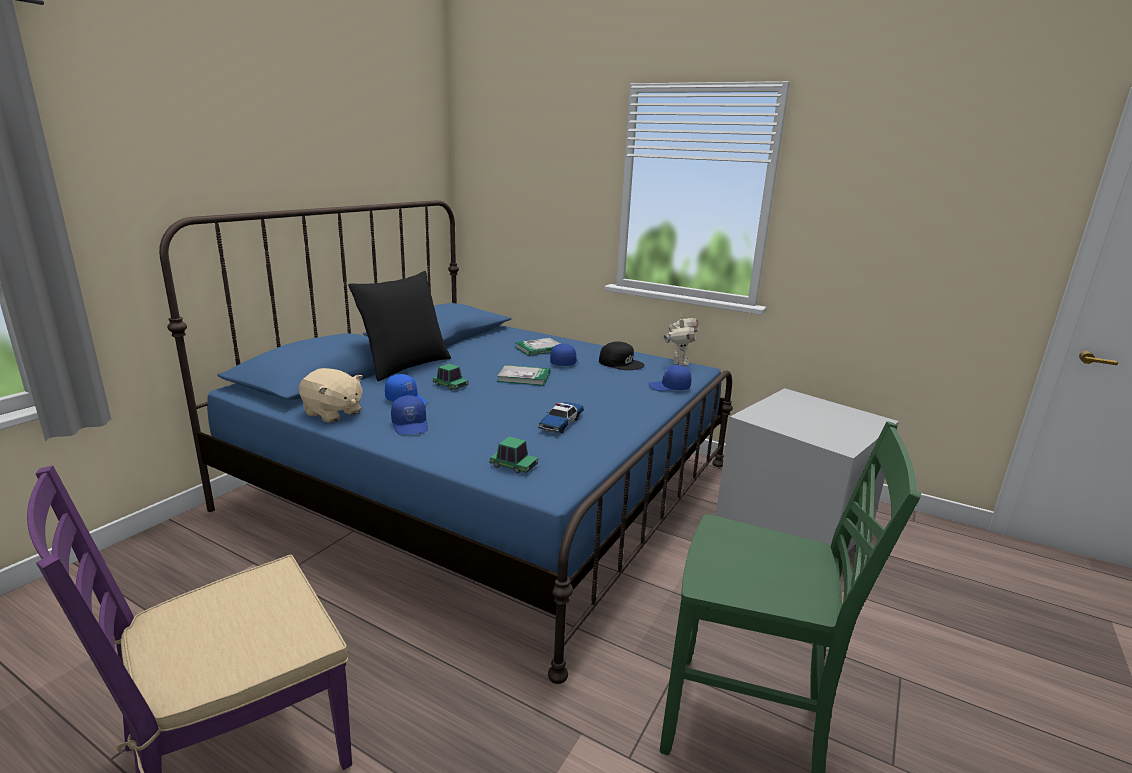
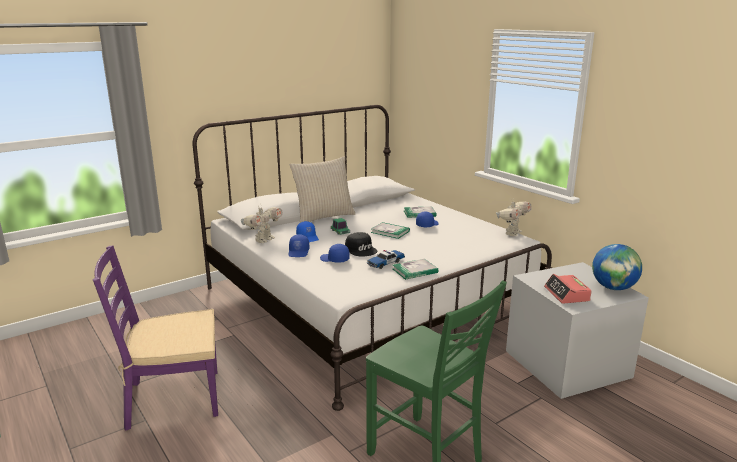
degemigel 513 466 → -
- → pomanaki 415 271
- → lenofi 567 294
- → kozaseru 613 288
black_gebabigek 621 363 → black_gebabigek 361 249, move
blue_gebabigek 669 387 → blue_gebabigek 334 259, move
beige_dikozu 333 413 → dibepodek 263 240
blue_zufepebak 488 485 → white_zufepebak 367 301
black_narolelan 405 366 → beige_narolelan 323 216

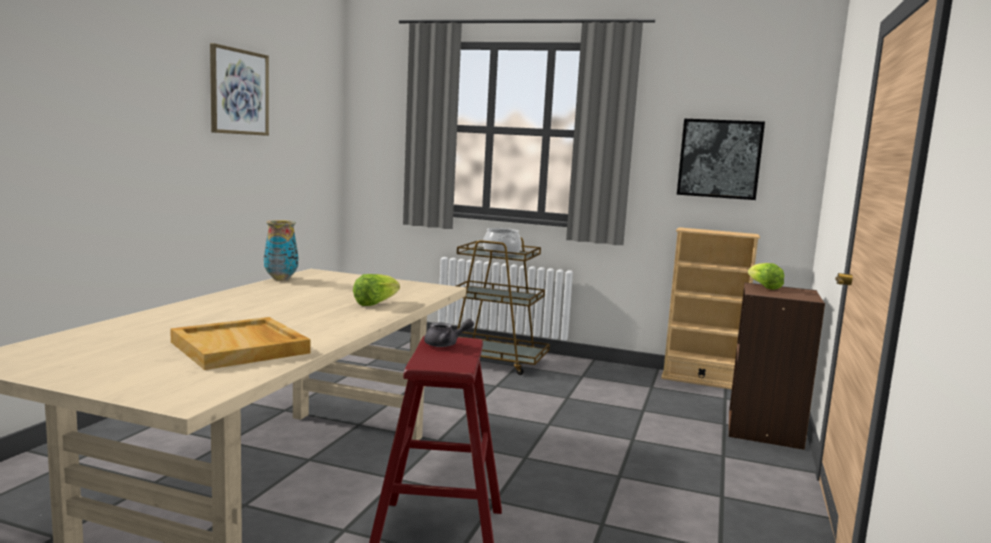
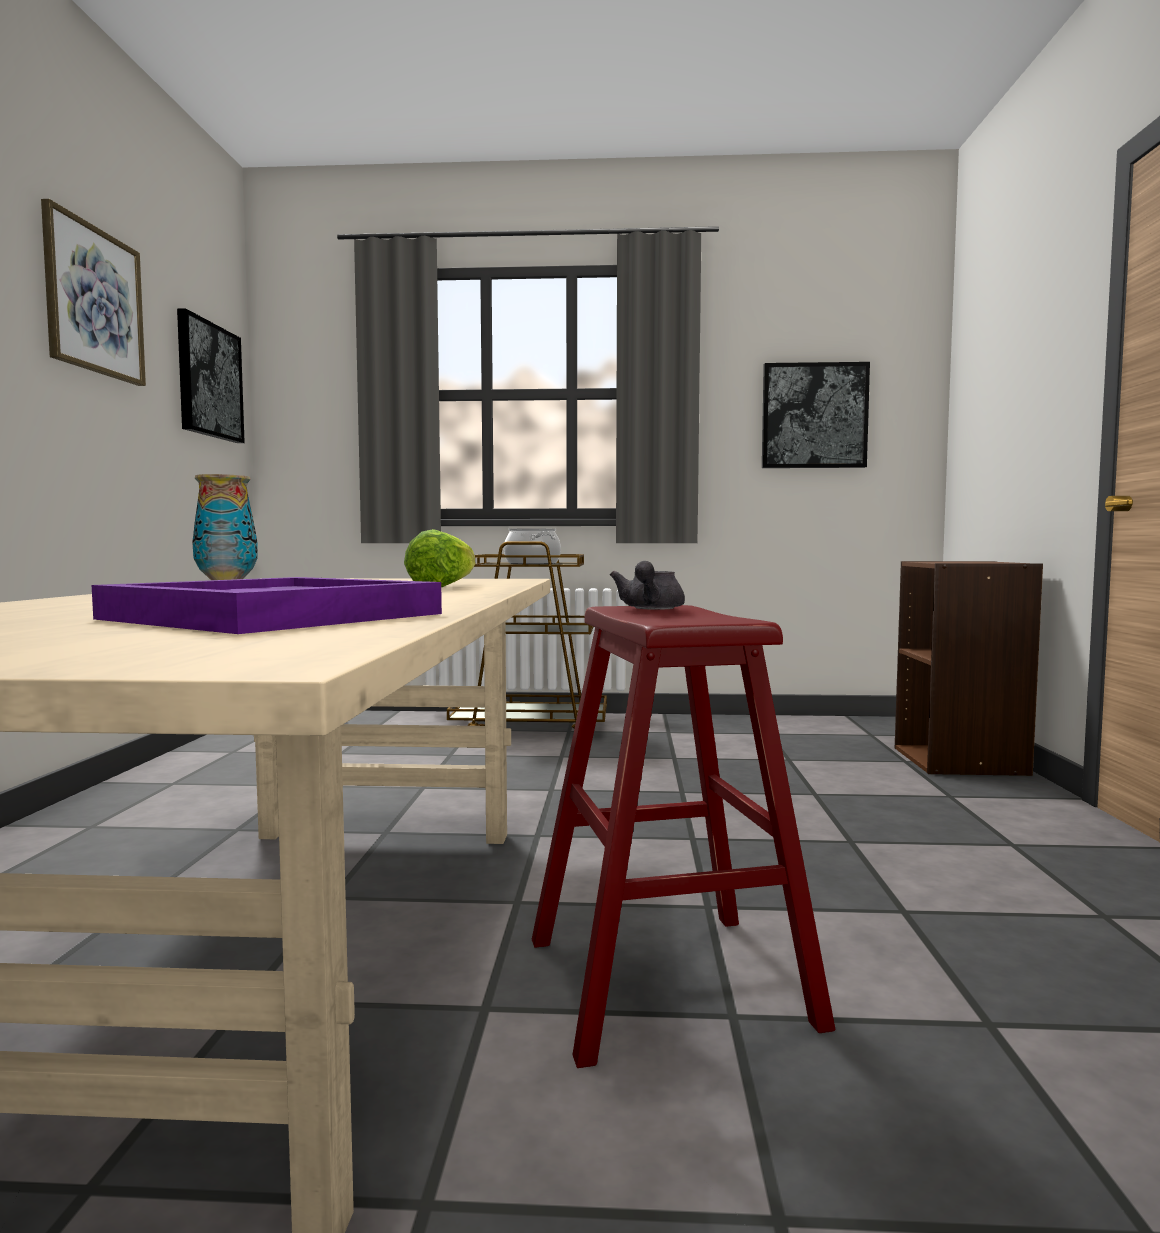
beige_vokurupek 701 381 → -
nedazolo 763 287 → -
- → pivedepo 209 380
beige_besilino 241 347 → purple_besilino 277 616
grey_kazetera 446 344 → grey_kazetera 650 609, 135 degrees clockwise

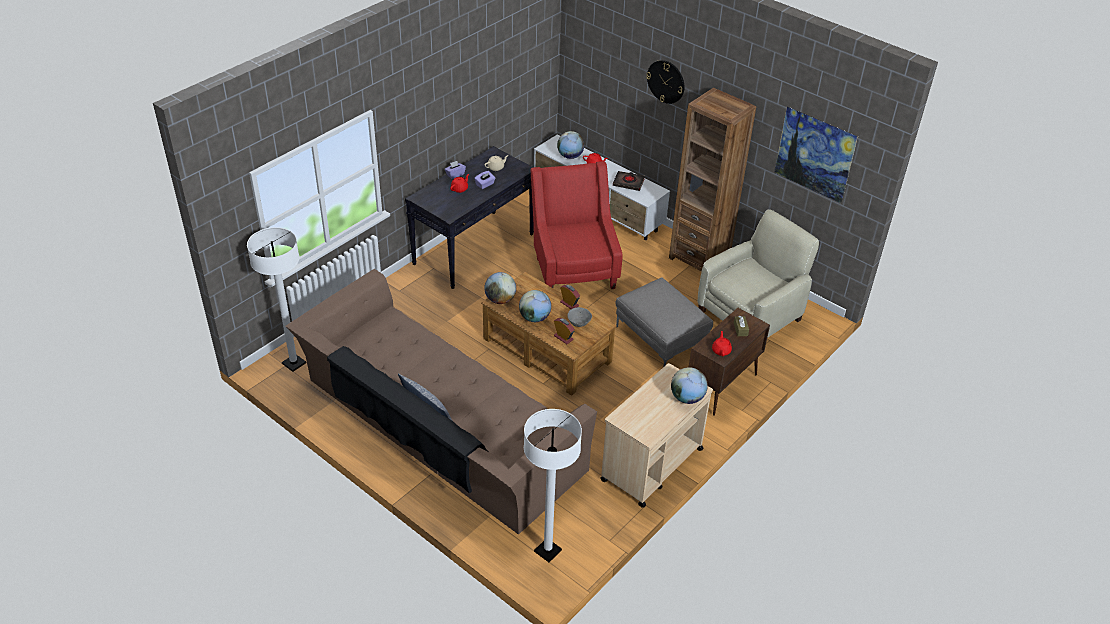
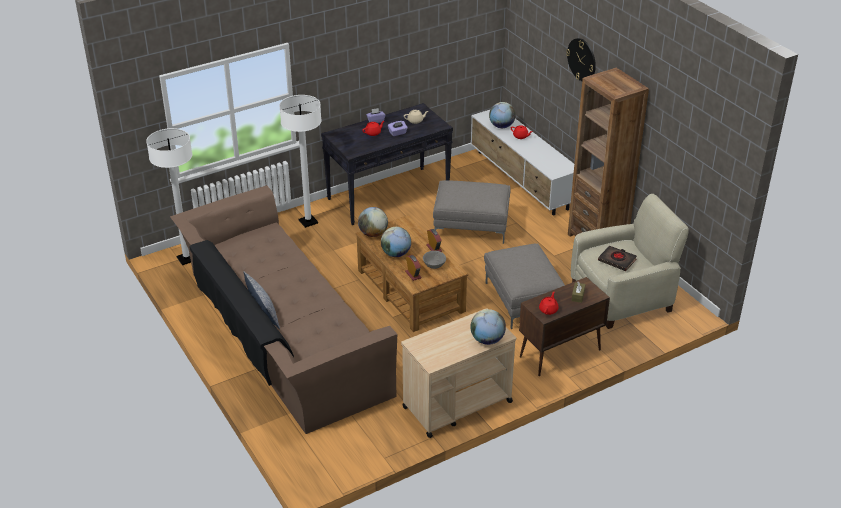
pivedepo 810 171 → -
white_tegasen 547 551 → white_tegasen 308 222, move
black_pomanaki 628 183 → black_pomanaki 617 260, move
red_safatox 573 267 → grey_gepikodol 472 226

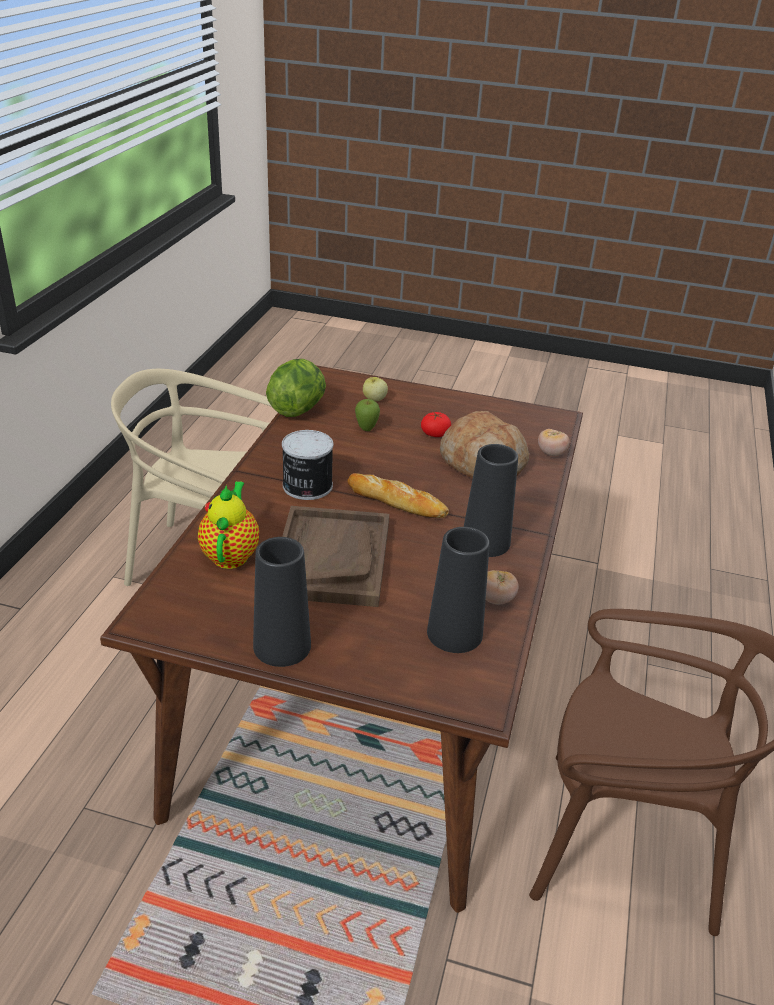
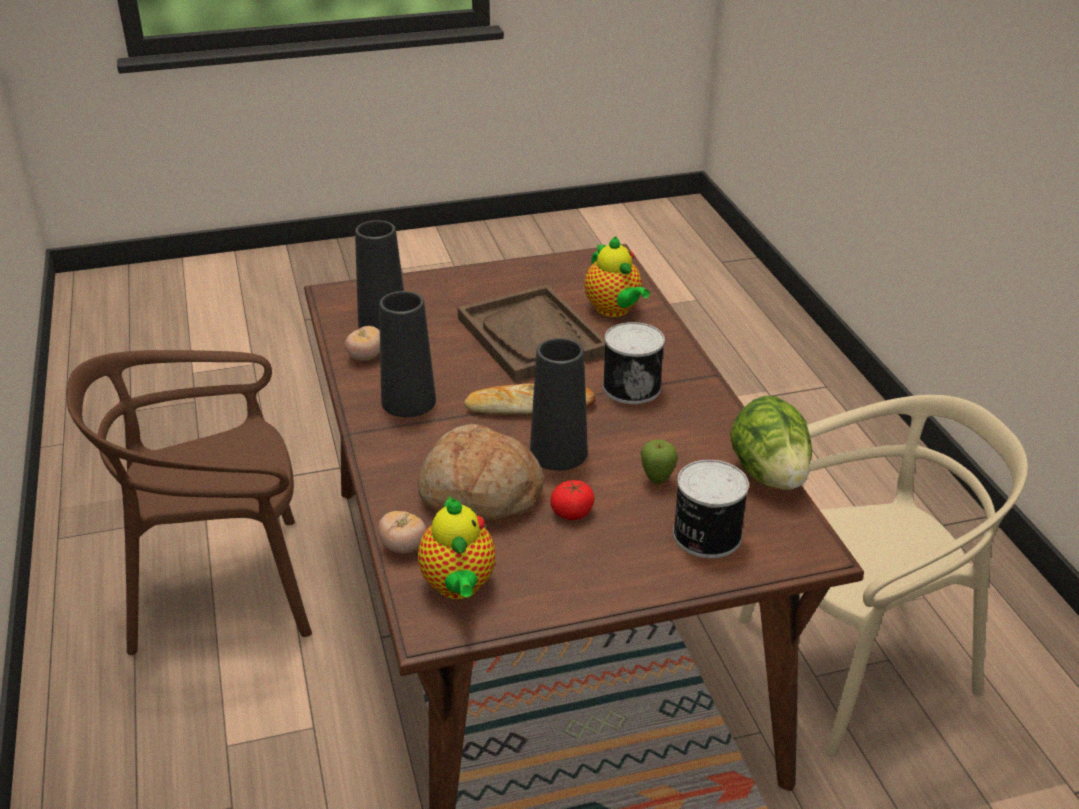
- → kazetera 458 587
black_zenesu 282 646 → black_zenesu 558 452, move
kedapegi 374 399 → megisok 705 535

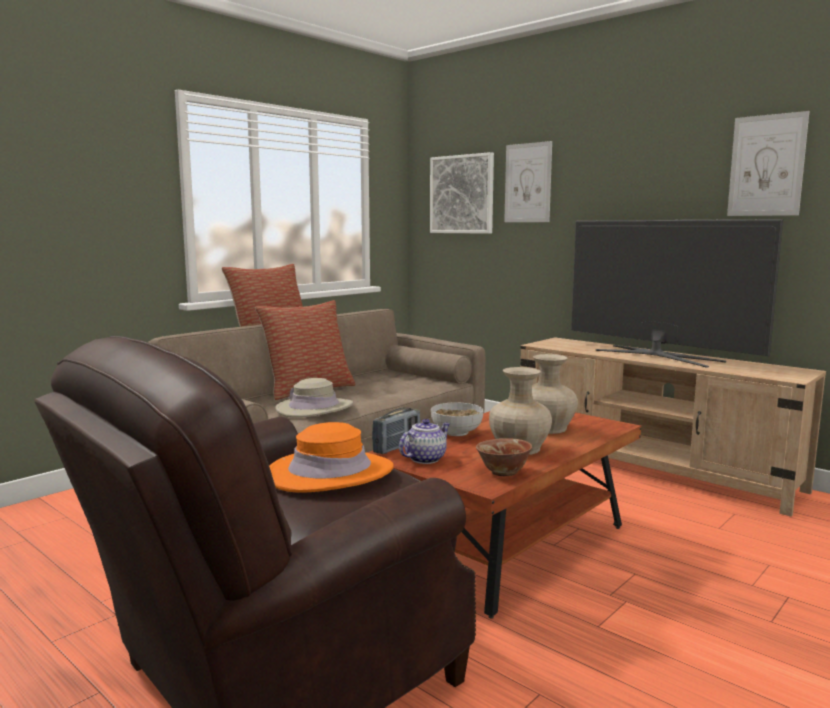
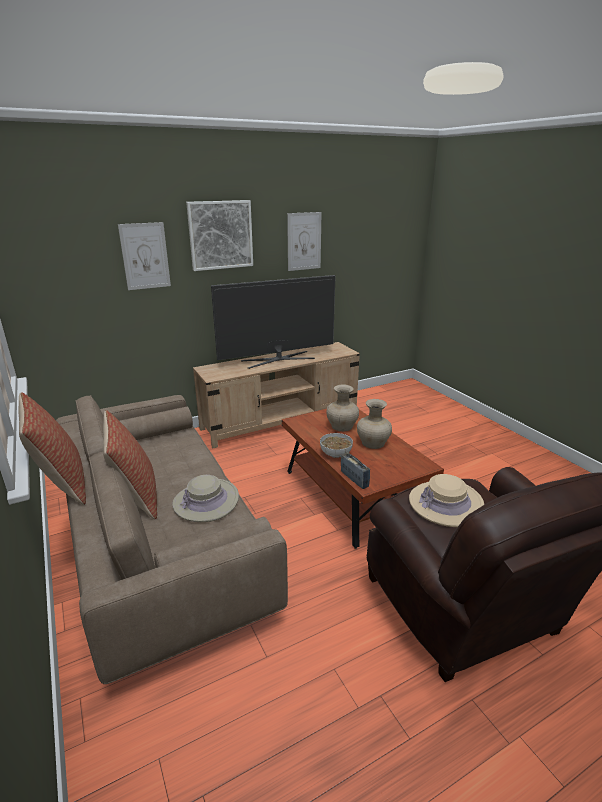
kazetera 425 459 → -
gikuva 503 472 → -
pivedepo 462 194 → pivedepo 220 235, move
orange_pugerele 330 473 → beige_pugerele 445 503

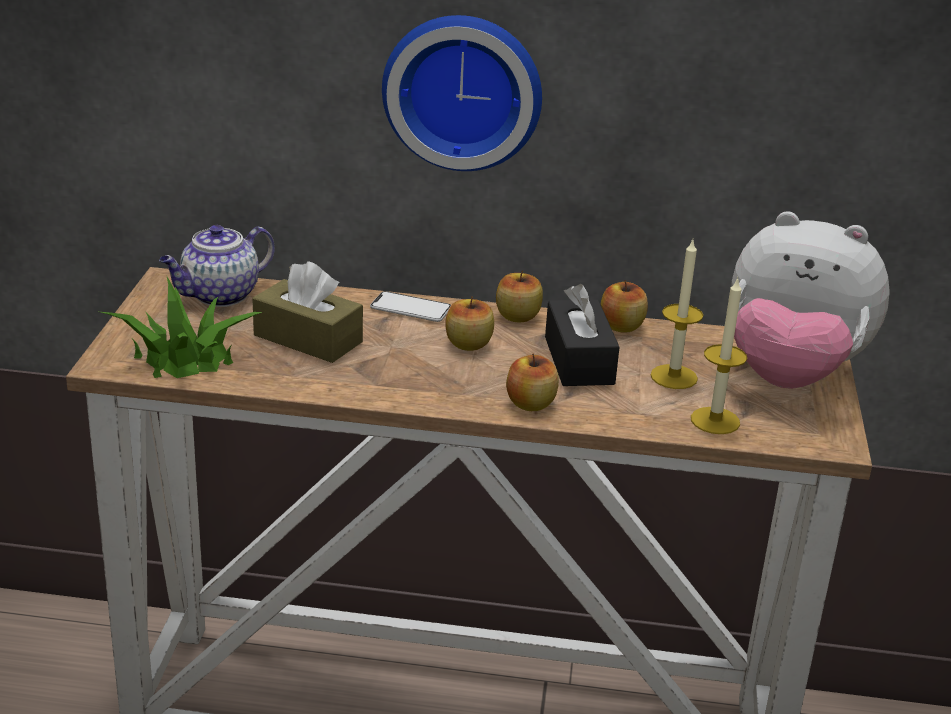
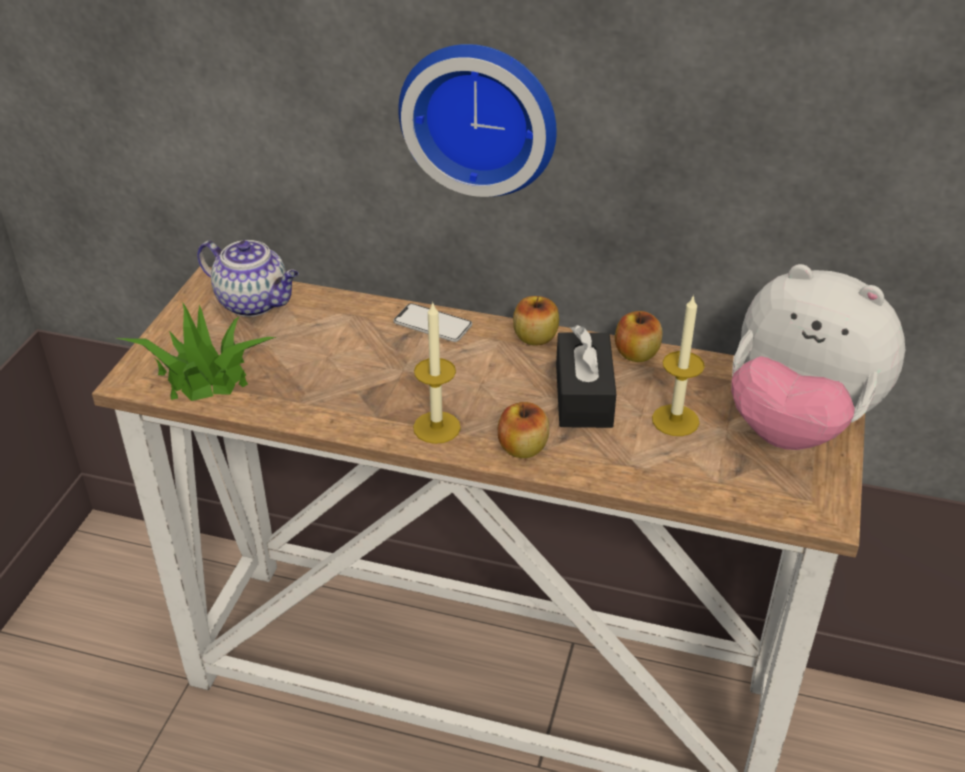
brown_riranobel 308 339 → -
kedapegi 468 344 → -
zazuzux 715 420 → zazuzux 436 427, move
kazetera 219 296 → kazetera 255 303, 120 degrees counterclockwise

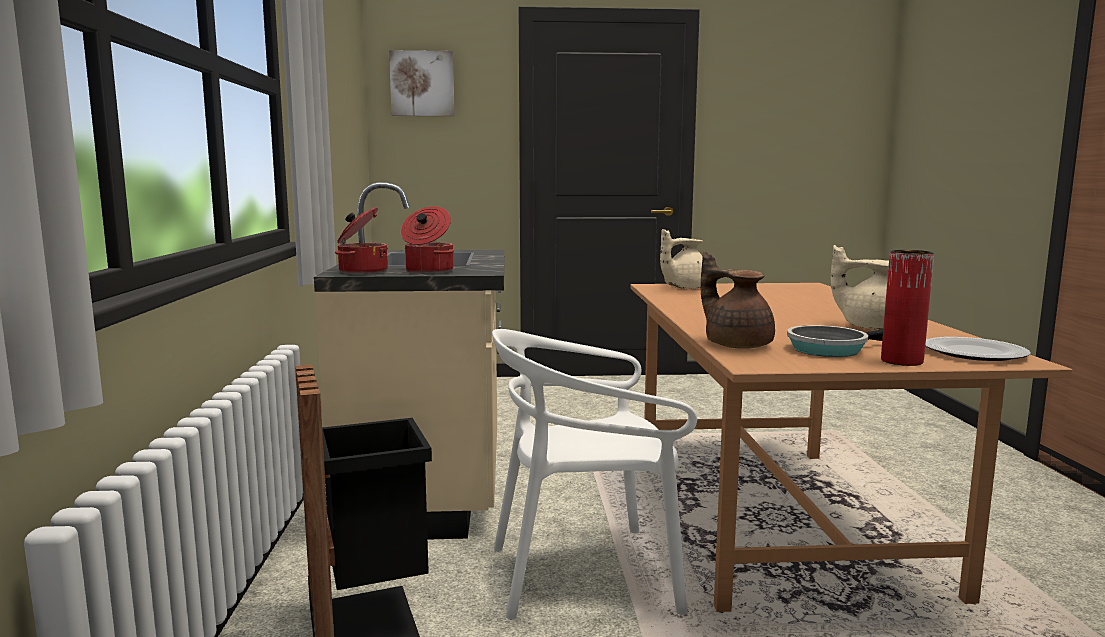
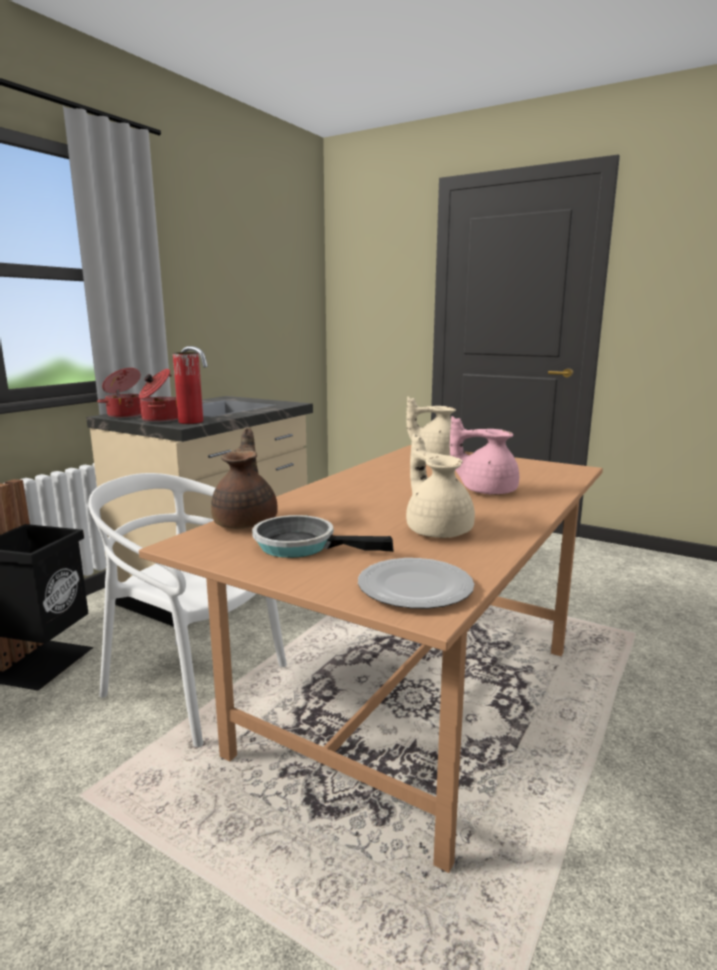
pivedepo 422 84 → -
- → pink_kazetera 486 490
red_zenesu 901 361 → red_zenesu 191 422, move

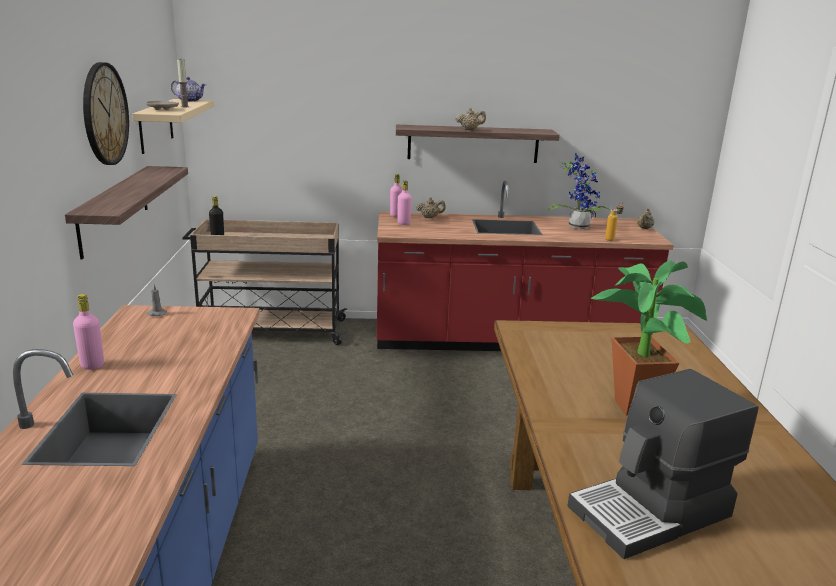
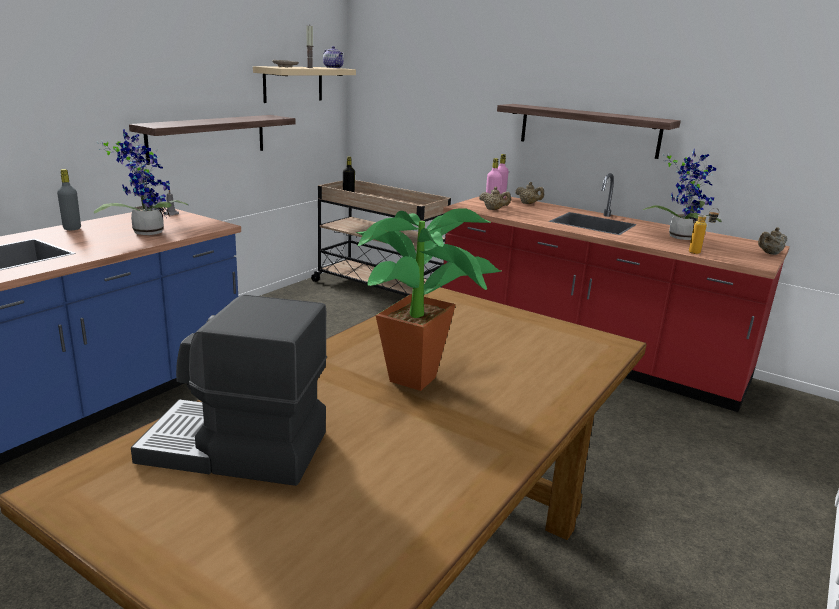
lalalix 104 114 → -
- → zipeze 147 231
beige_kazetera 469 129 → beige_kazetera 494 209, move
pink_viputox 92 365 → grey_viputox 72 228

